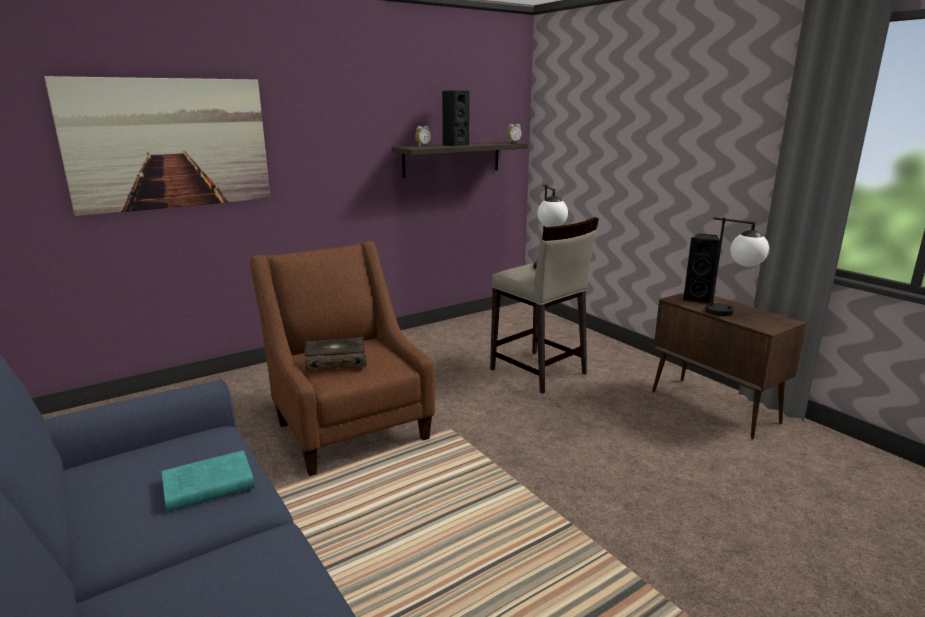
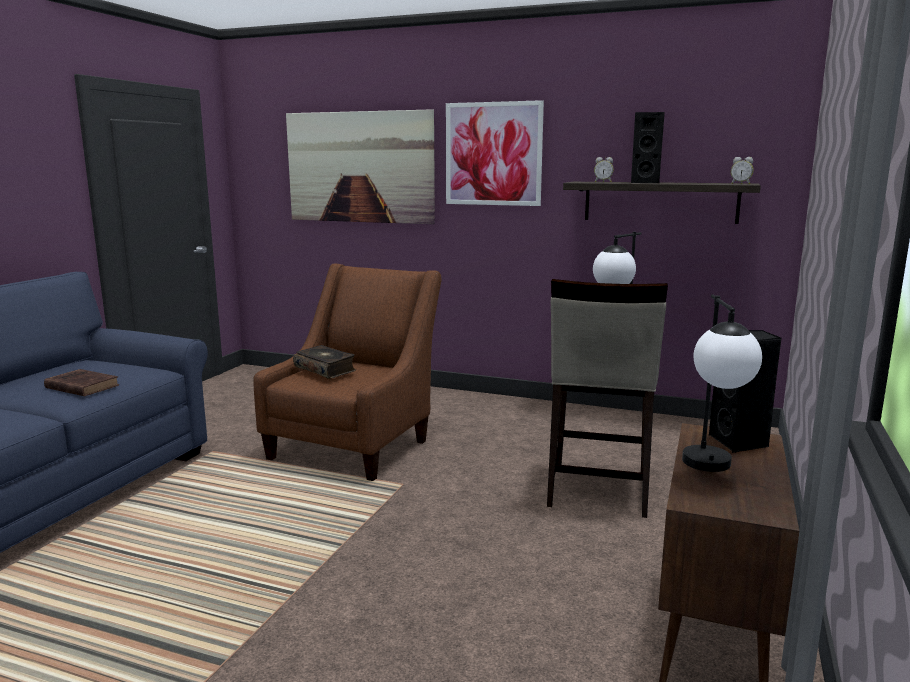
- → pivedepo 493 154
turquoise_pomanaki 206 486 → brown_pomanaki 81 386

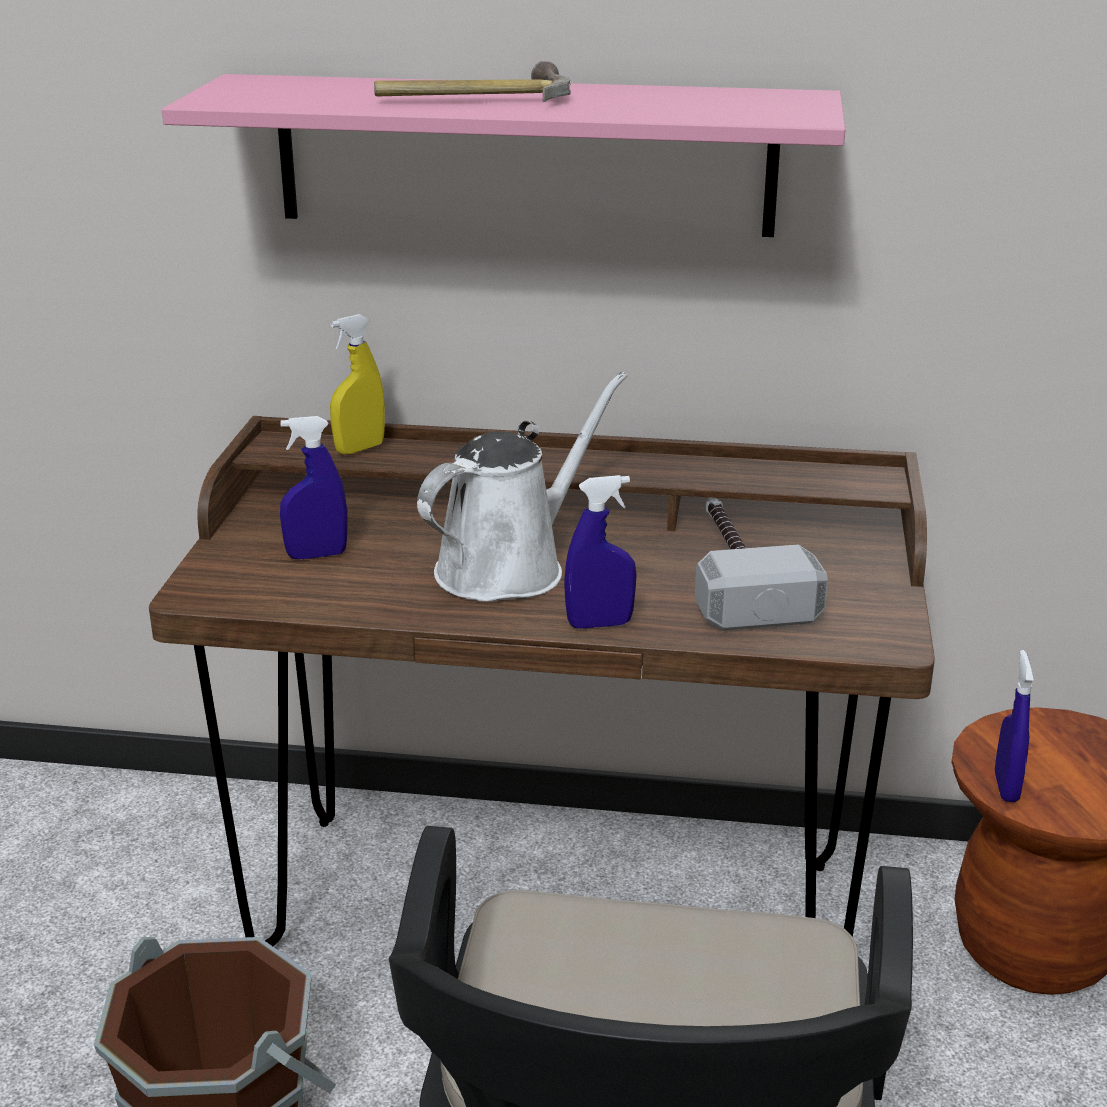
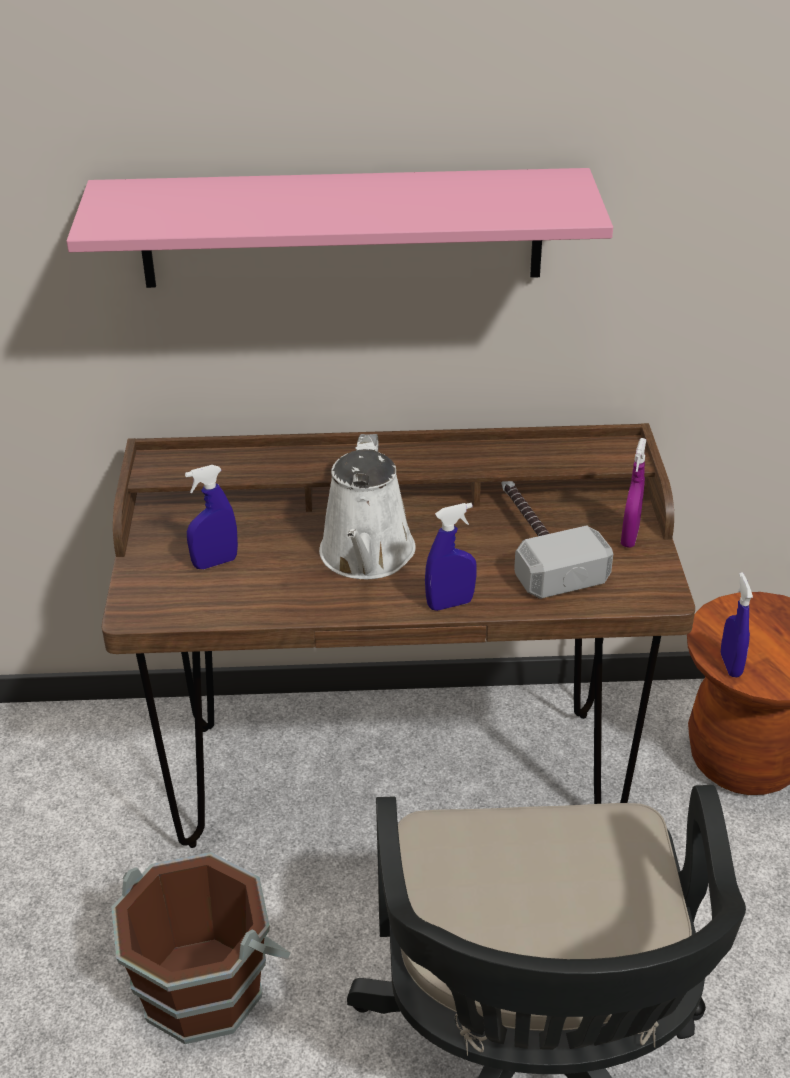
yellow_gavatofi 359 449 → -
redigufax 473 99 → -
- → purple_gavatofi 629 537
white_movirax 509 567 → white_movirax 366 557, 150 degrees clockwise

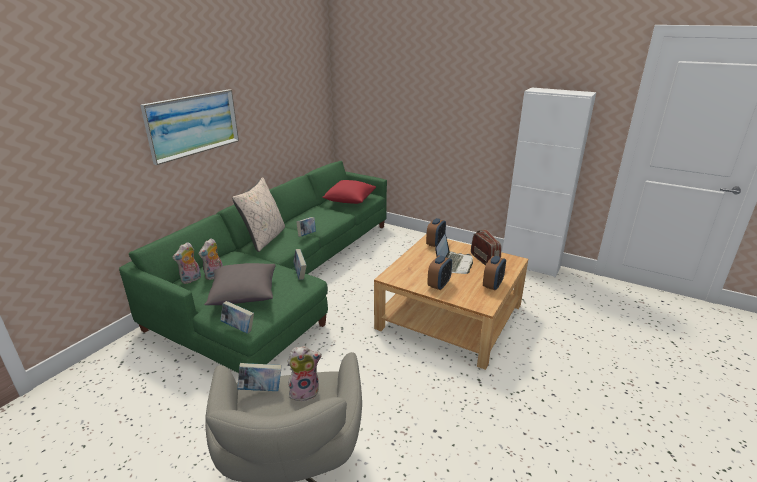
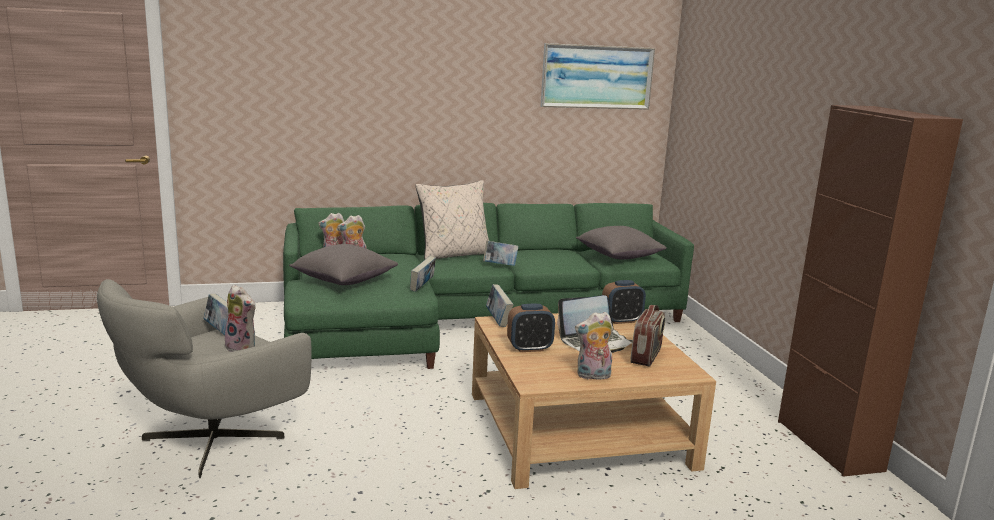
pivedepo 193 124 → pivedepo 597 77, move
pomanaki 238 328 → pomanaki 498 321, move
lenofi 492 285 → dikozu 593 376
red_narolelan 349 200 → grey_narolelan 618 256
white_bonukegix 530 265 → brown_bonukegix 829 445

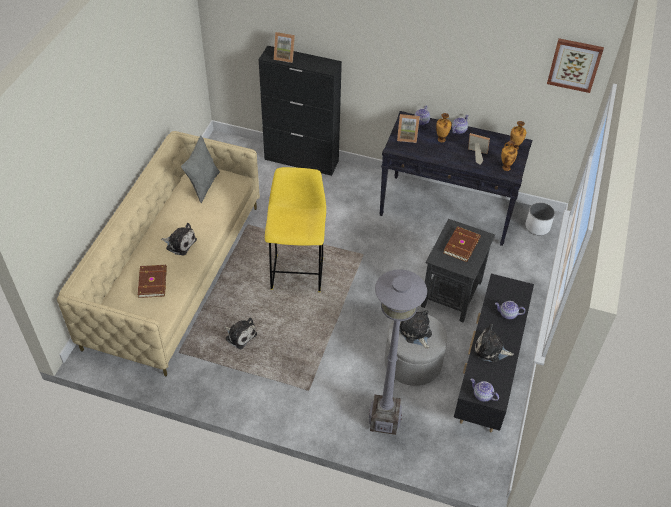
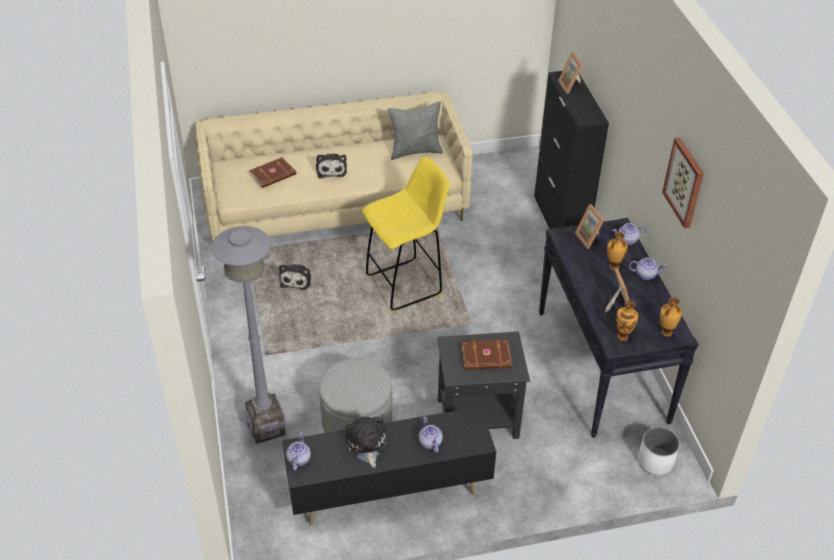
dikozu 416 333 → -
pivedepo 574 64 → pivedepo 684 182, move

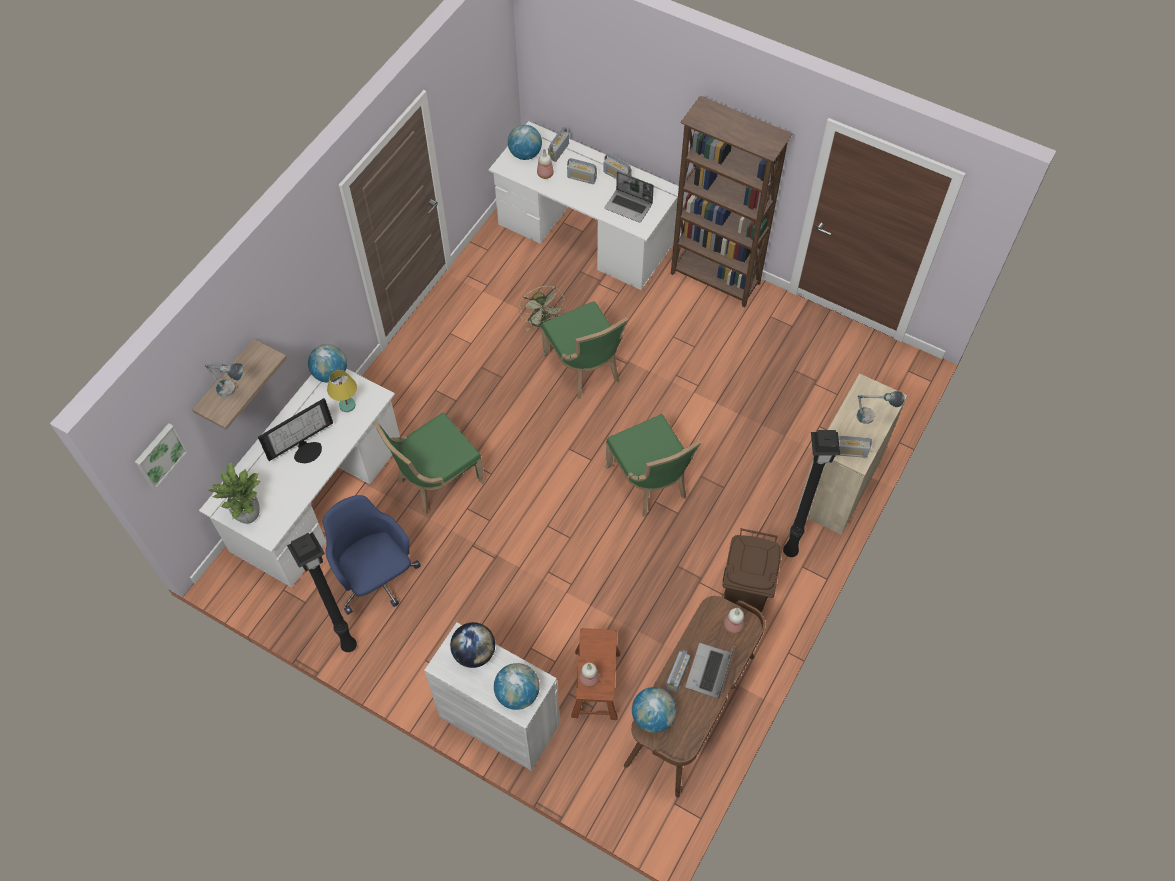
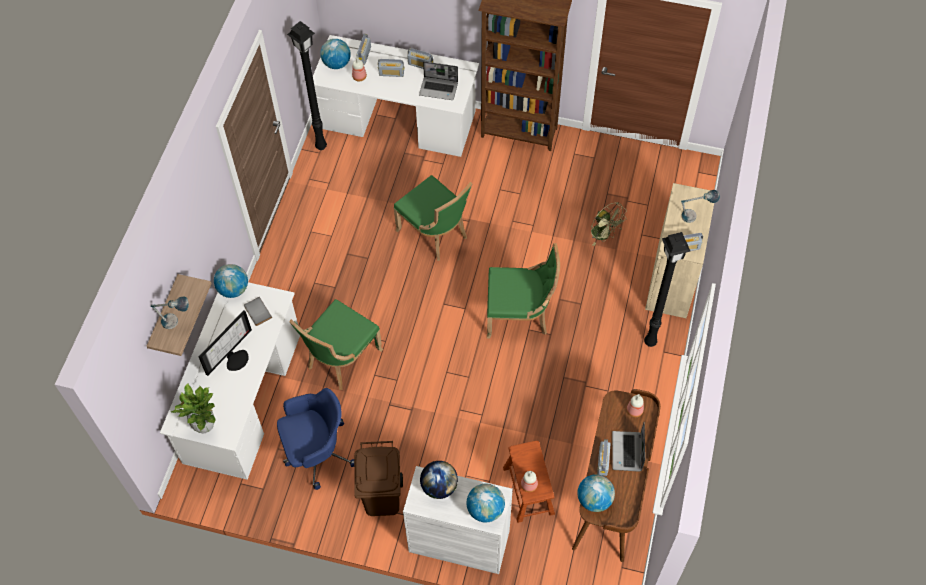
pivedepo 159 455 → -
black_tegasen 348 645 → black_tegasen 320 146, move
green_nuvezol 543 323 → green_nuvezol 604 235, move
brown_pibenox 742 598 → brown_pibenox 381 498, move
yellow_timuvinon 347 405 → grey_pomanaki 257 312
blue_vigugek 376 578 → blue_vigugek 317 452, 120 degrees clockwise
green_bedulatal 650 483 → green_bedulatal 520 315, 45 degrees counterclockwise

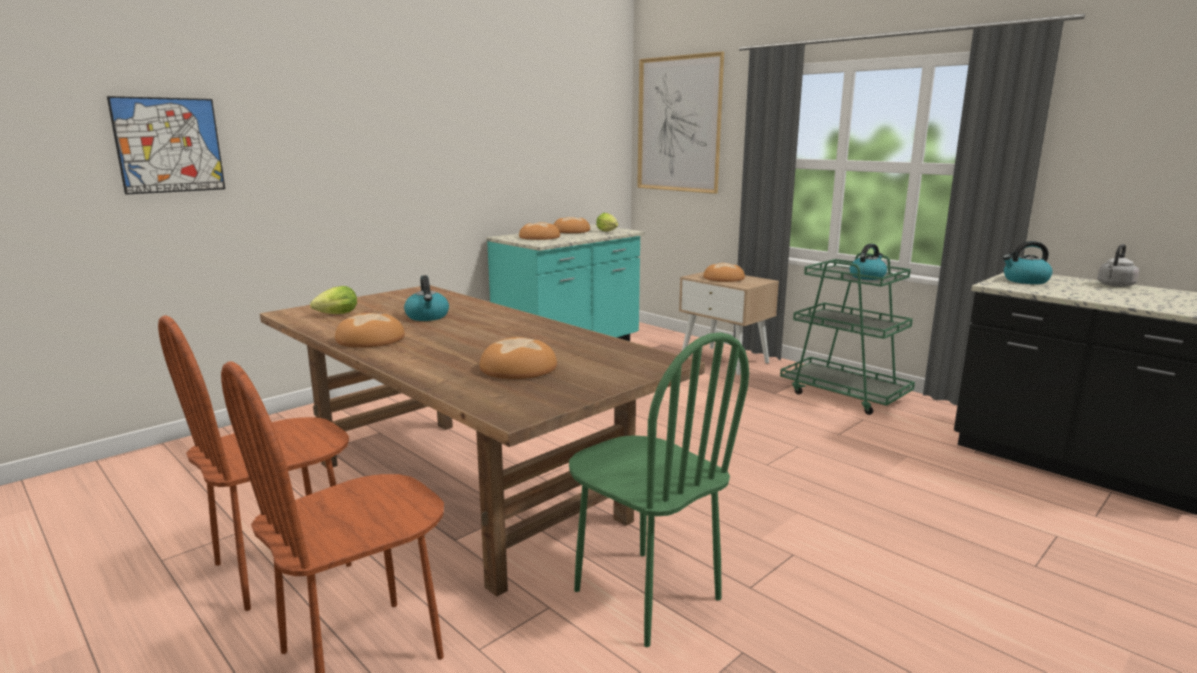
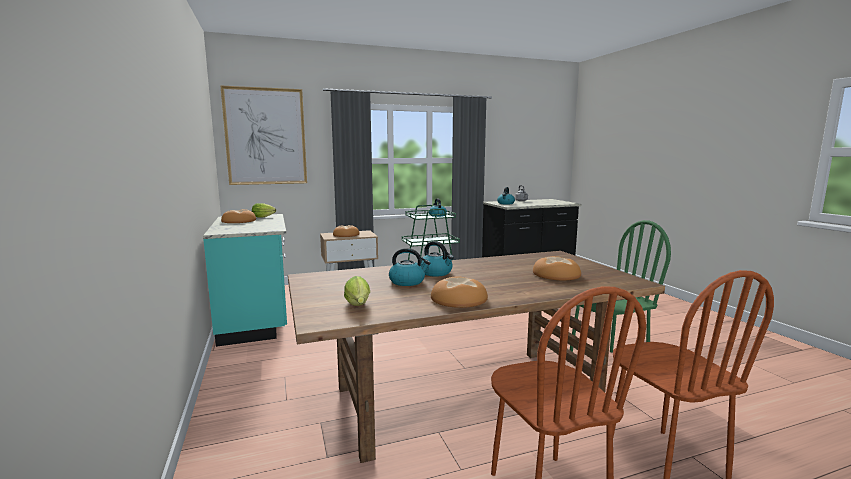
pivedepo 169 145 → -
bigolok 540 237 → -
- → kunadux 436 273

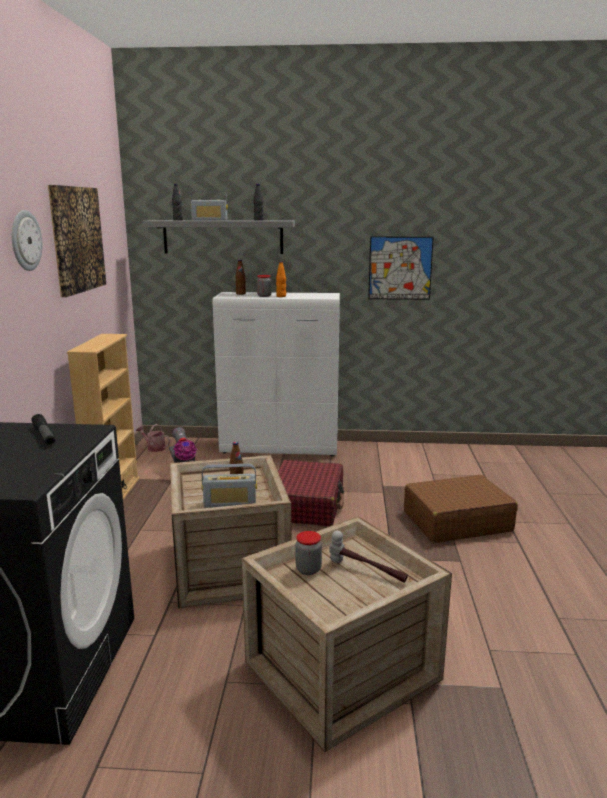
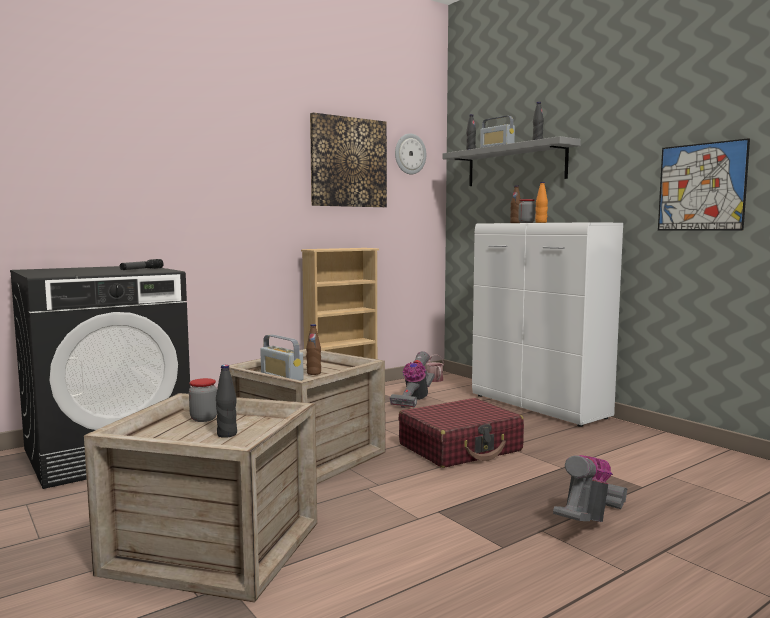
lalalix 25 240 → lalalix 409 154, move
redigufax 366 571 → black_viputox 227 434
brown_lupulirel 456 521 → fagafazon 588 520

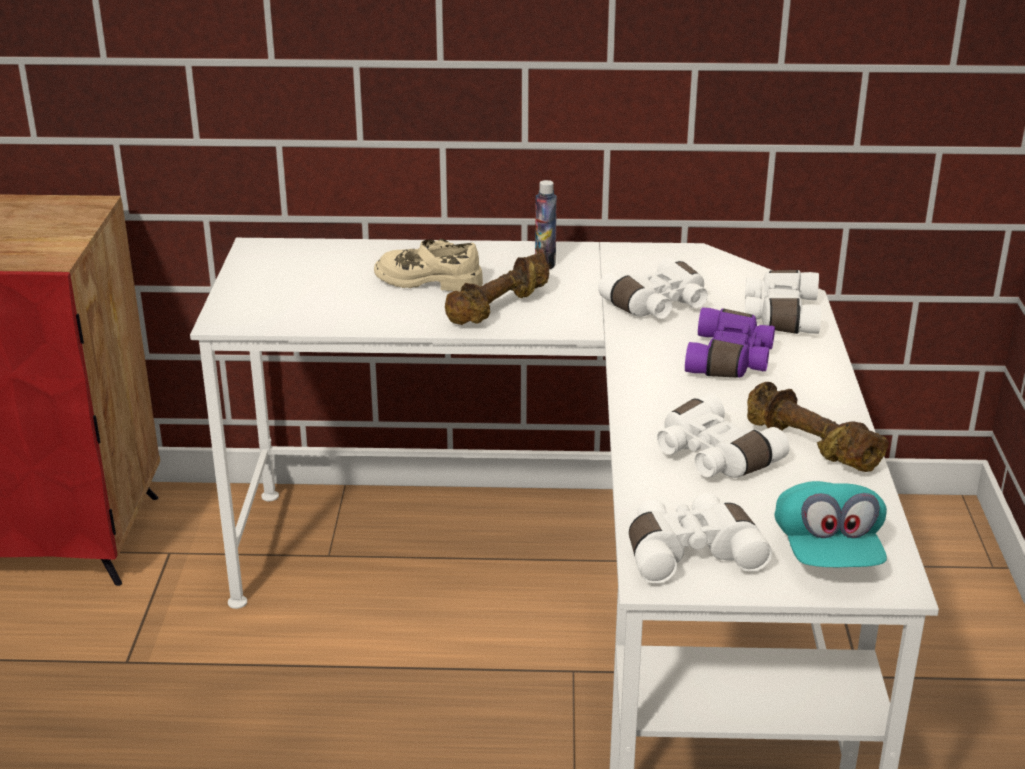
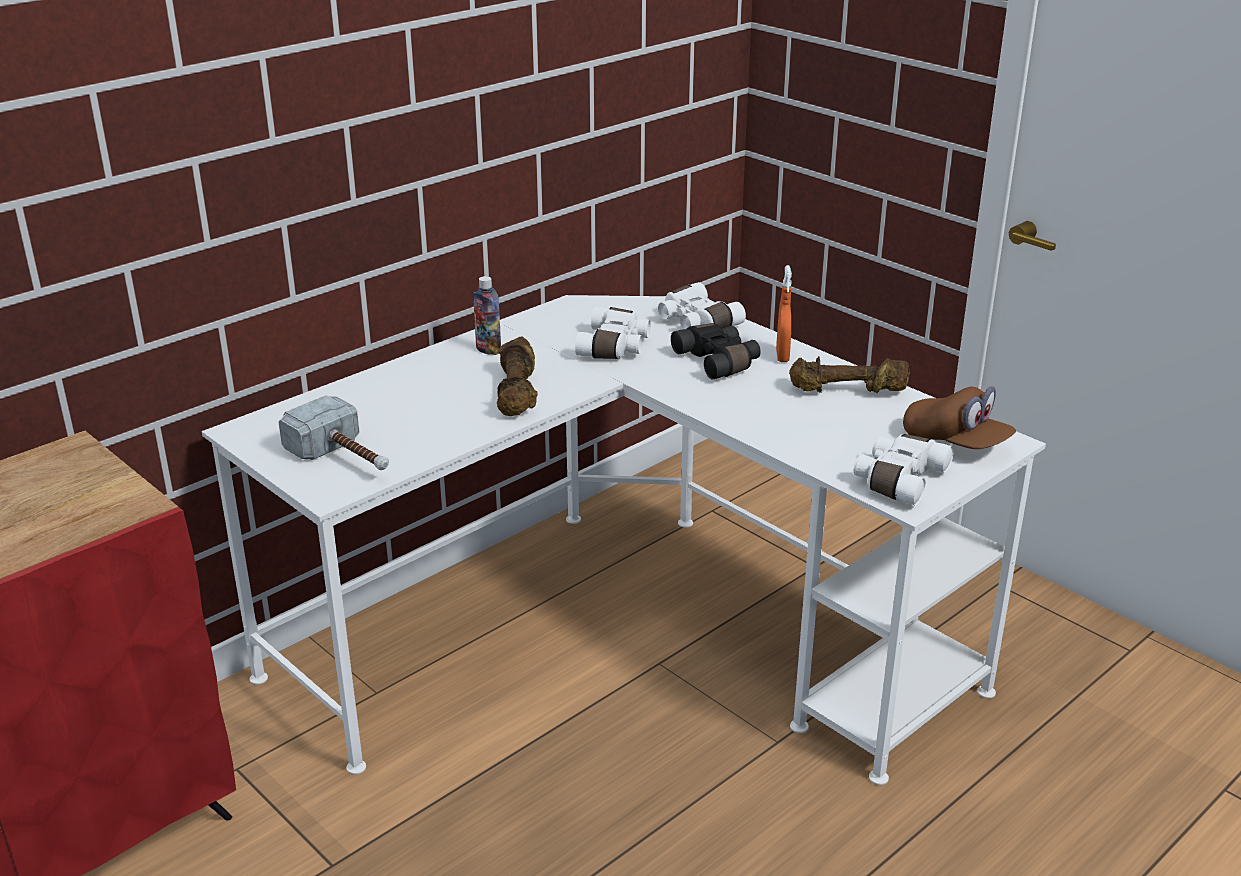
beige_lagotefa 429 280 → -
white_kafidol 712 457 → -
- → redigufax 345 458
- → orange_gavatofi 782 356
purple_kafidol 731 360 → black_kafidol 719 361
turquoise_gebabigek 827 552 → brown_gebabigek 955 443

